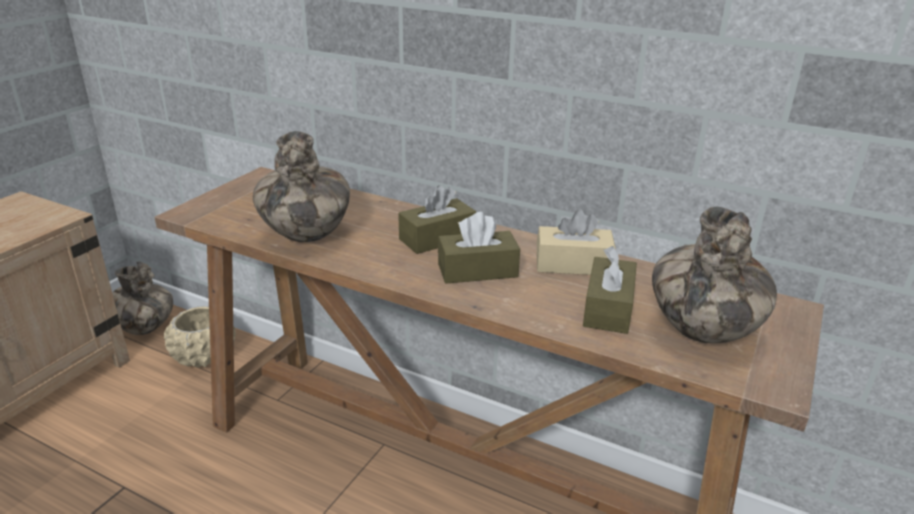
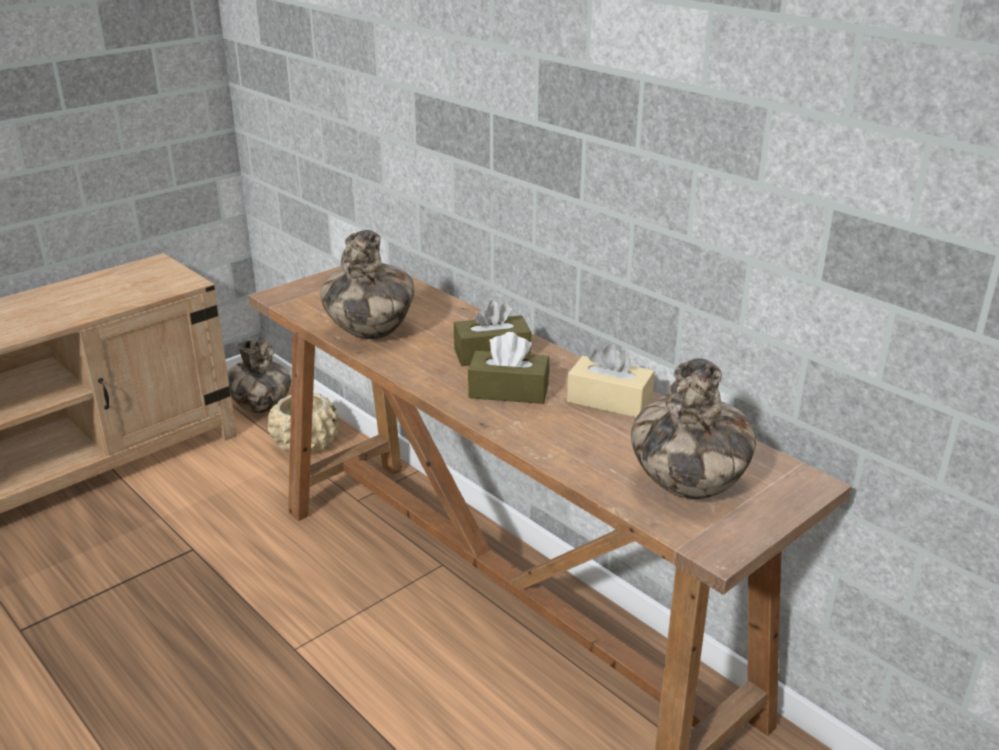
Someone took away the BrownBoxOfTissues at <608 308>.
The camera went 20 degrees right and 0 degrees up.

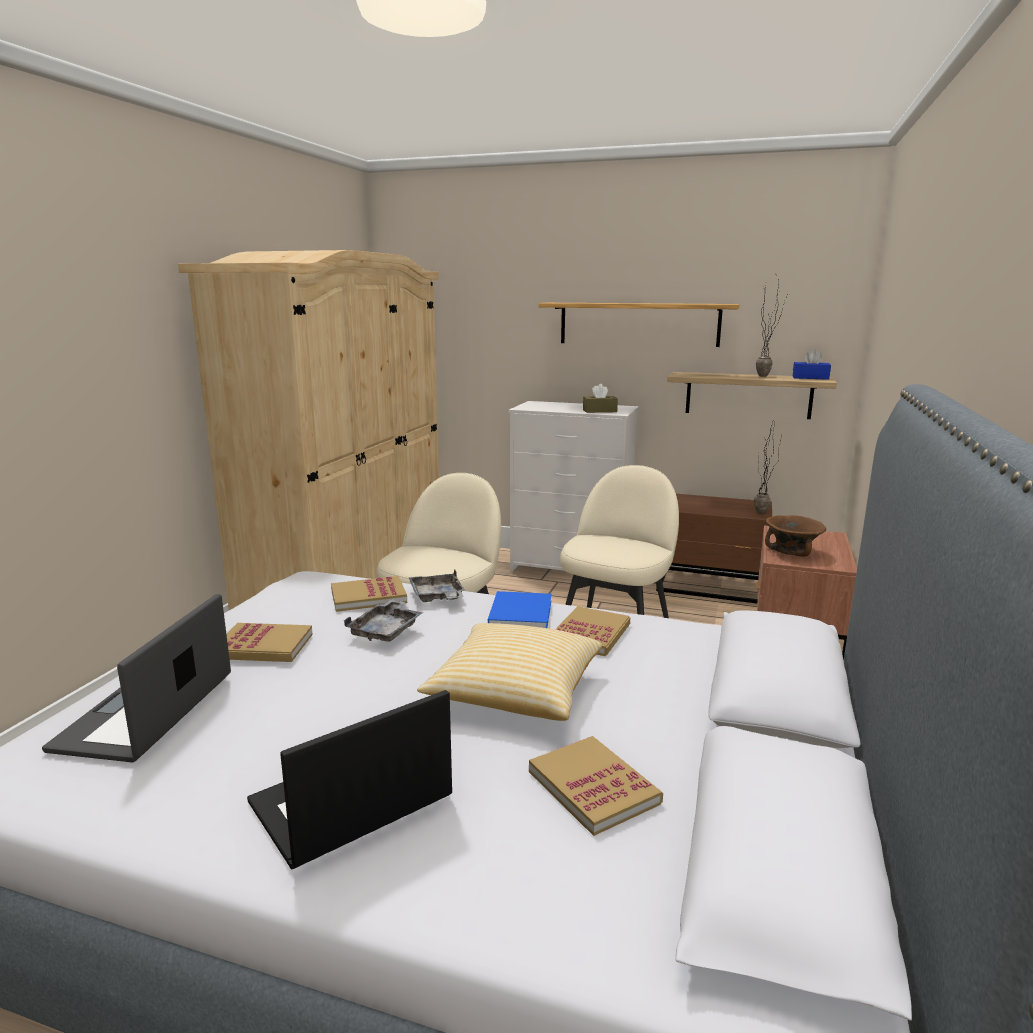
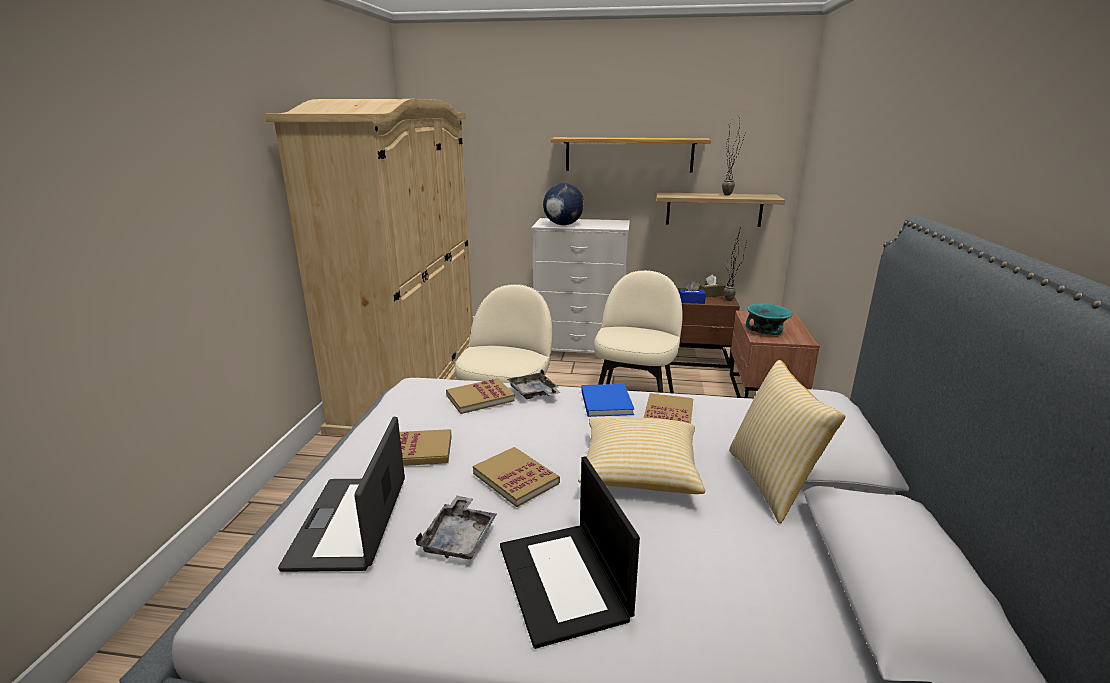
Someone put down the Globe at <563 224>.
Someone put down the ThrowPillow at <772 483>.
Someone carried the GreyServingTray from <386 630> to <459 538>.
Someone carried the Book from <593 787> to <516 478>.
Someone carried the BrownBoxOfTissues from <599 411> to <710 294>.
Someone carried the BlueColouredBoxOfTissues from <810 378> to <691 301>.
Someone repainted the BrownServingBowl at <791 552>, which became the TurquoiseColouredServingBowl at <765 331>.
Someone rotated the PortableComputer at <350 802> by 60 degrees counterclockwise.
The camera went 10 degrees left and 5 degrees up.

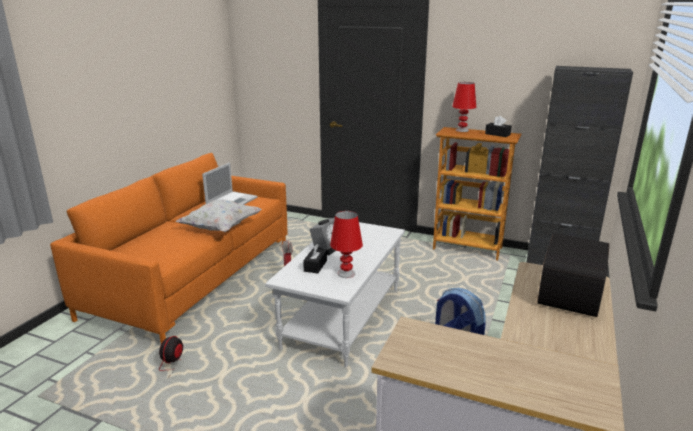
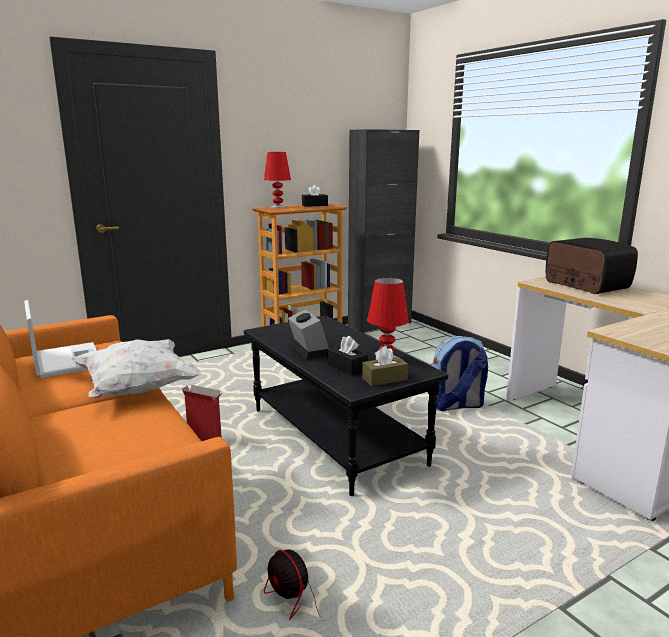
Someone put down the BrownBoxOfTissues at <384 379>.
Someone repainted the WhiteLoungeTable at <342 316>, which became the BlackishLoungeTable at <333 436>.
The camera went 55 degrees left and 5 degrees down.

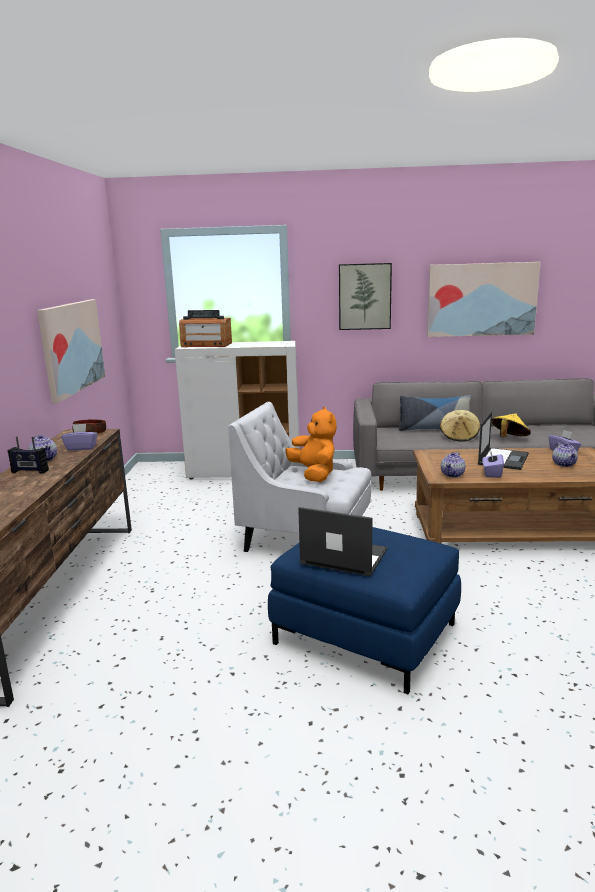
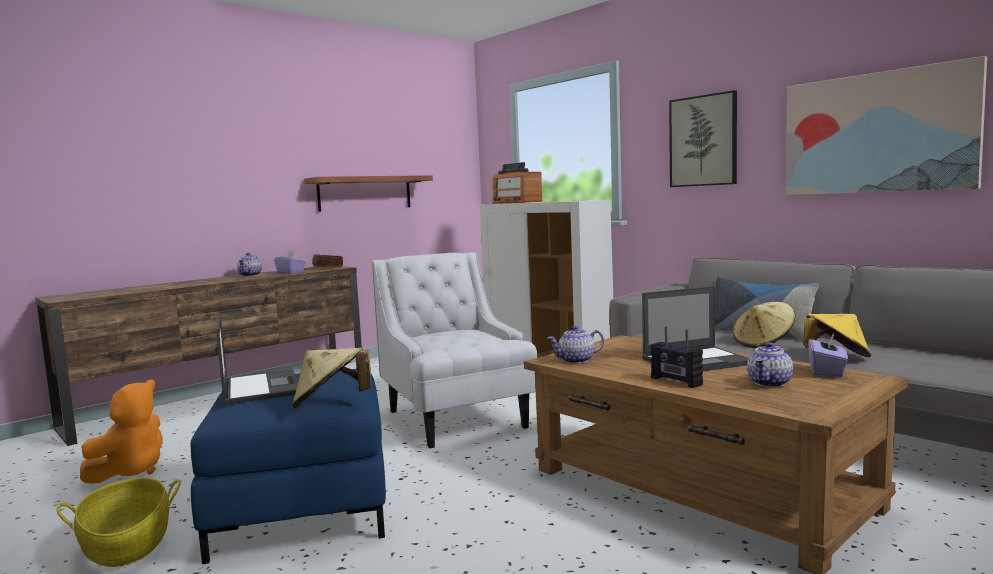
Someone took away the PurpleBoxOfTissues at <492 473>.
Someone put down the StorageBasket at <127 545>.
Someone put down the BeigeColouredWearableHat at <330 403>.
Someone carried the RadioReceiver from <29 471> to <675 381>.
Someone carried the OrangeCuddlyToy from <314 474> to <130 471>.
Someone swapped the WallArt at <71 347> for the WallShelf at <365 193>.
The camera went 45 degrees right and 10 degrees down.

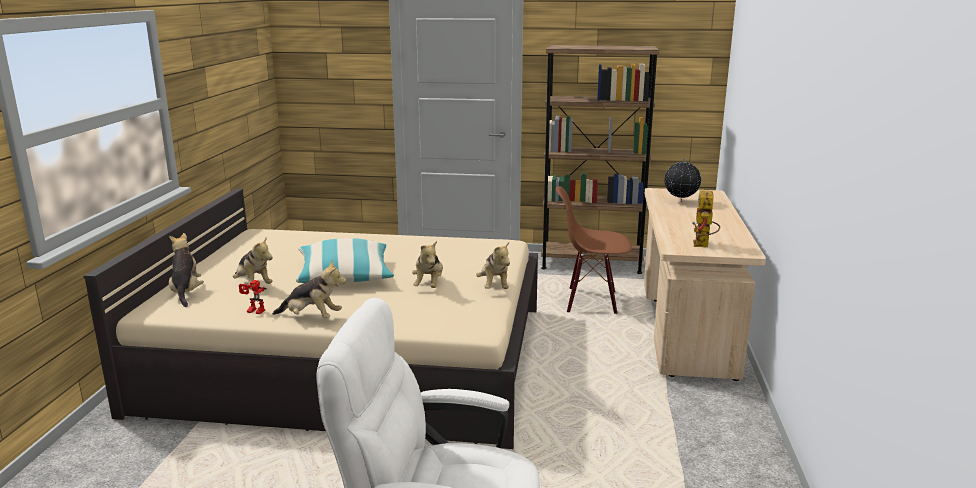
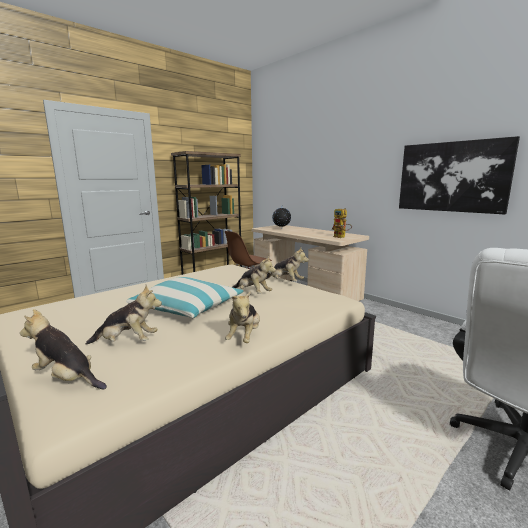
Someone took away the RobotFigure at <253 312>.
Someone put up the WallArt at <452 177>.
Someone rotated the CuddlyToy at <311 317> by 135 degrees clockwise.
The camera went 50 degrees left and 5 degrees down.

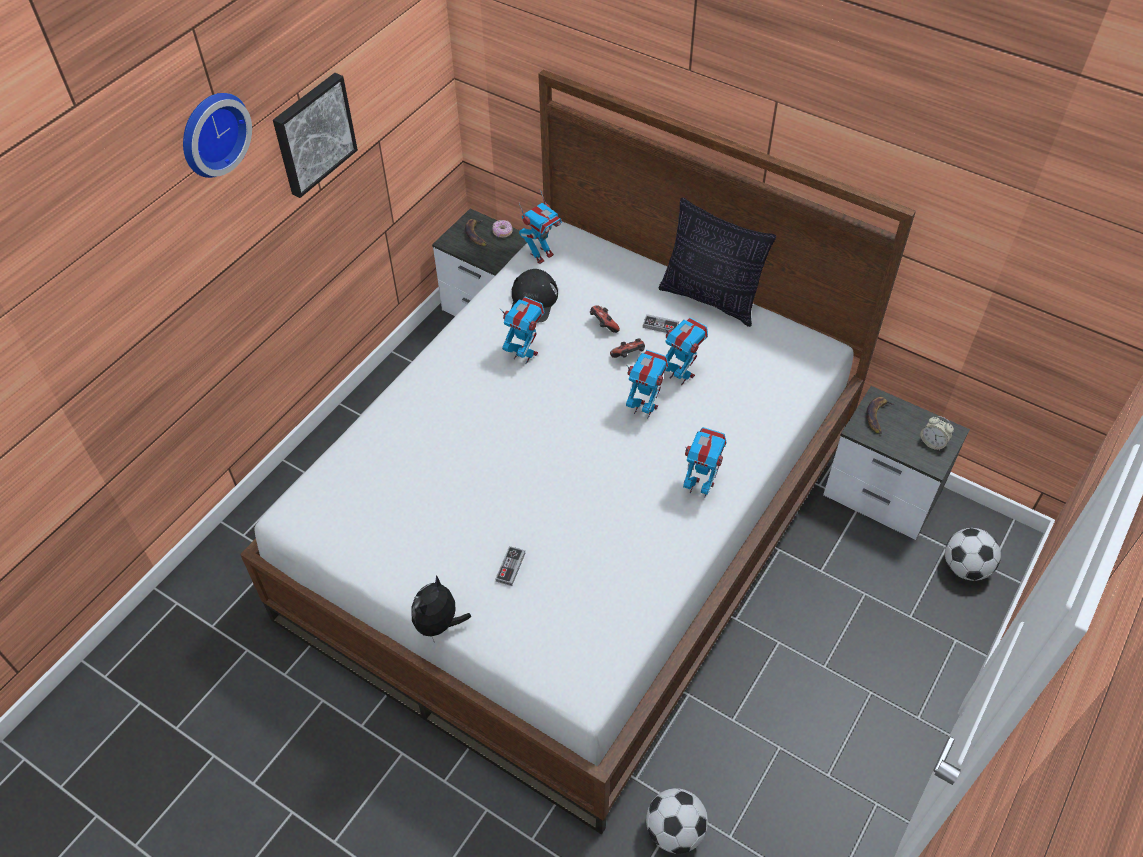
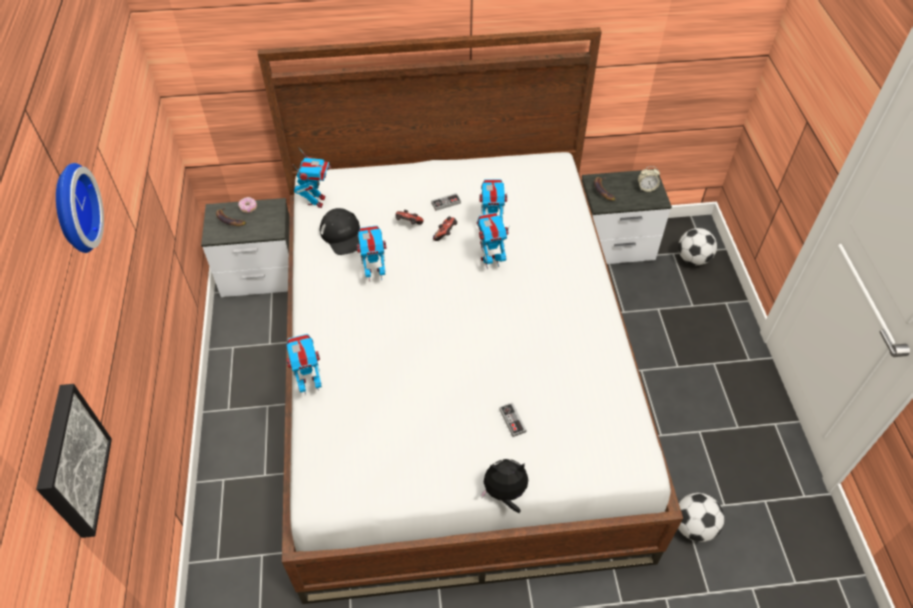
Someone took away the ThrowPillow at <710 299>.
Someone carried the WallArt from <313 134> to <70 462>.
Someone carried the RobotFigure from <700 487> to <310 384>.
Someone rotated the CuddlyToy at <439 624> by 105 degrees clockwise.
The camera went 40 degrees left and 0 degrees up.

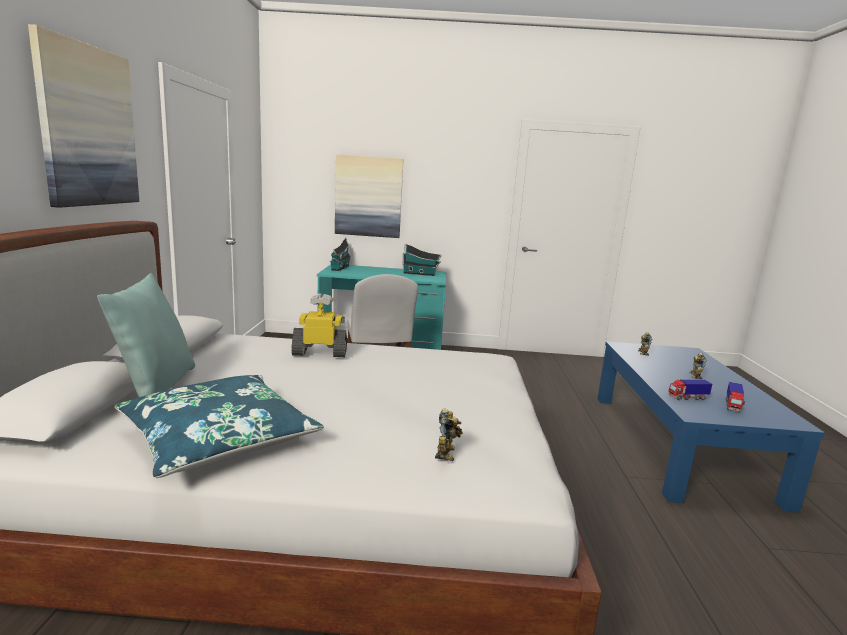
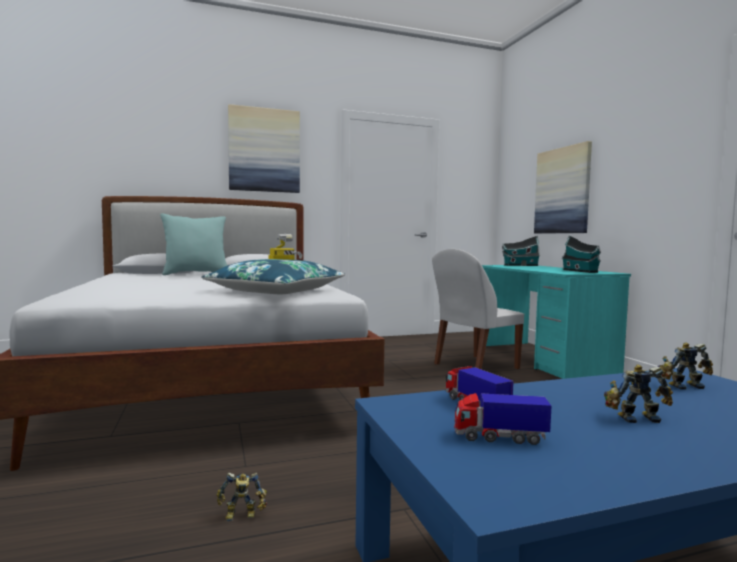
Someone carried the BlueColouredThrowPillow from <219 438> to <276 291>.
Someone carried the RobotFigure from <448 453> to <242 516>.
The camera went 70 degrees right and 10 degrees down.

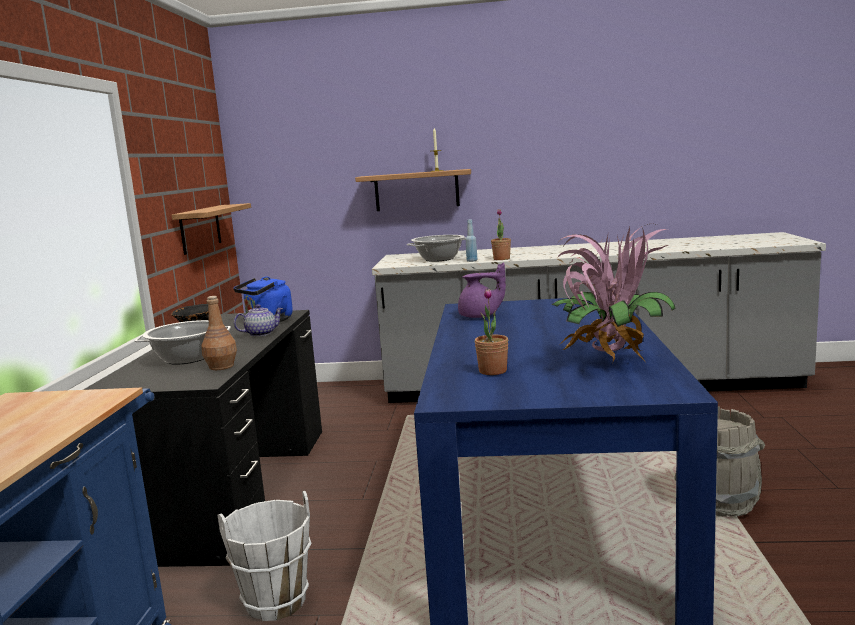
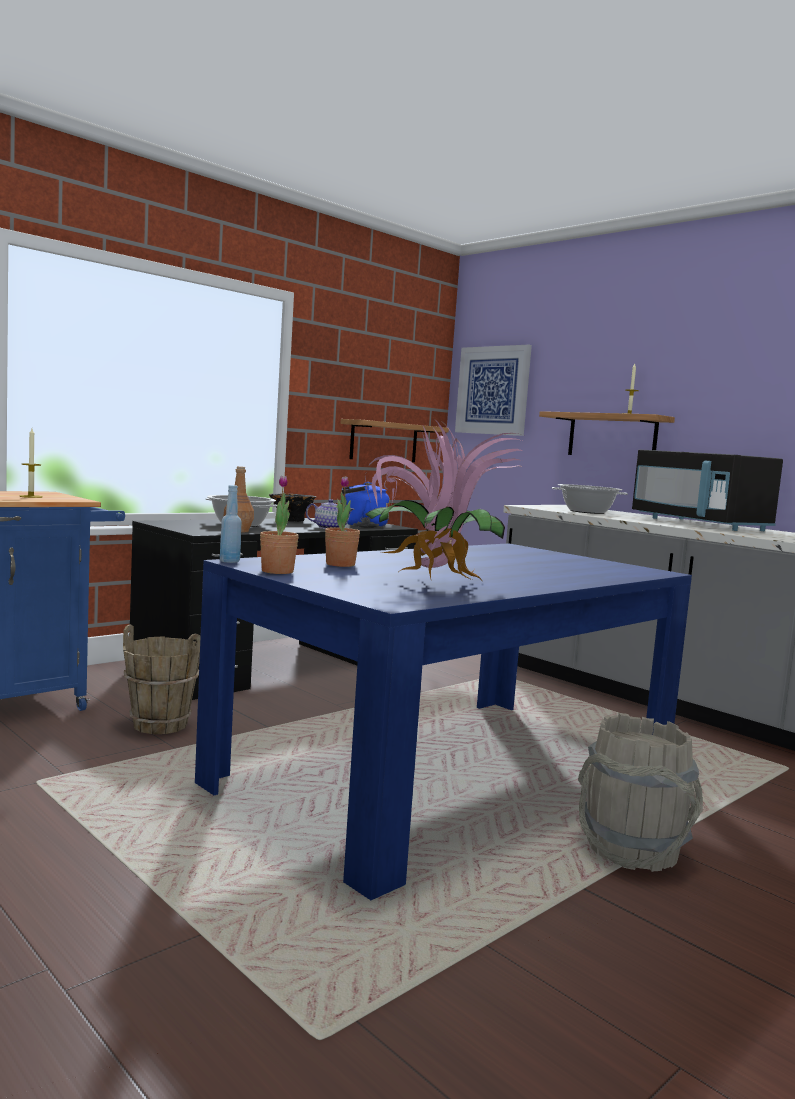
Someone took away the PurpleTeapot at <480 316>.
Someone put down the Candle at <31 496>.
Someone put up the WallArt at <493 390>.
Someone put down the BlackishMicrowaveOven at <699 524>.
Someone carried the BlueColouredBeverageBottle from <471 261> to <229 561>.
Someone carried the PottedPlant from <501 259> to <277 571>.
Someone repainted the WhiteBucket at <275 602>, which became the BrownBucket at <160 724>.
The camera went 40 degrees right and 5 degrees down.

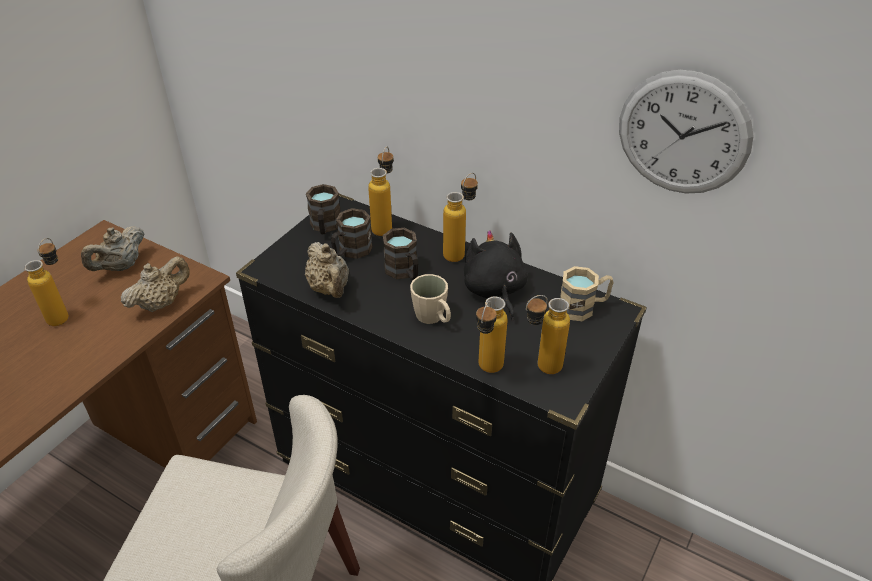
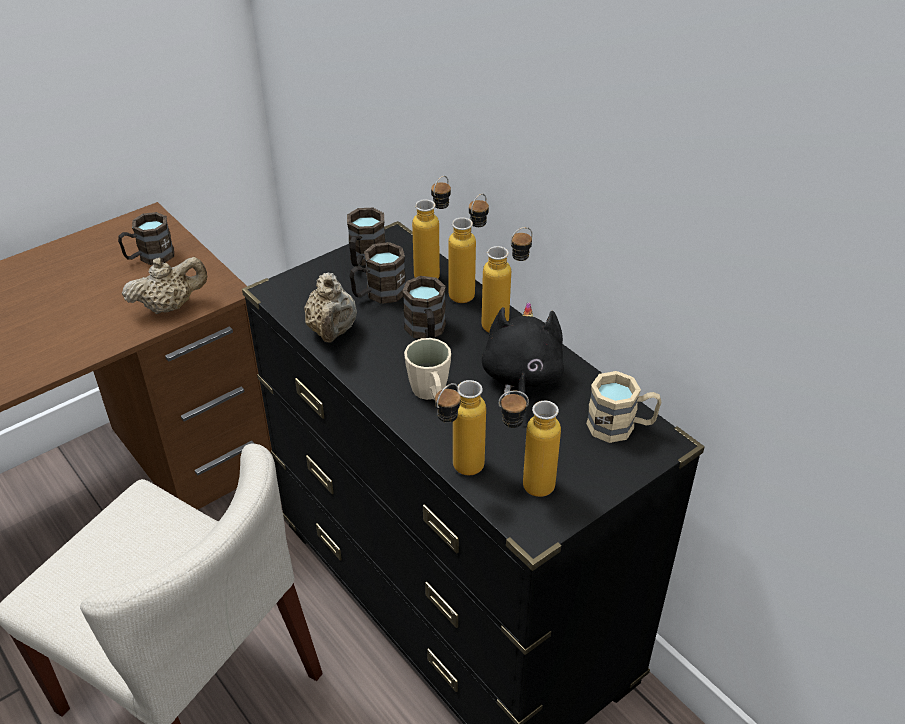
Someone took away the HangingClock at <683 134>.
Someone carried the BeverageBottle from <64 314> to <468 291>.
Someone swapped the BeigeColouredTeapot at <121 267> for the BrownMug at <149 257>.
The camera went 20 degrees right and 0 degrees up.

